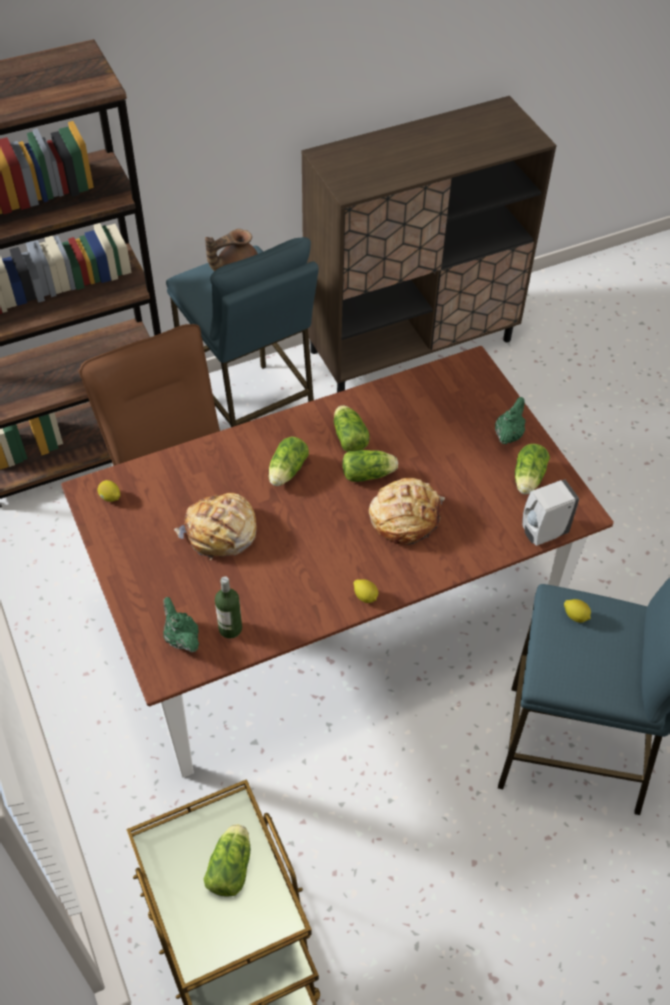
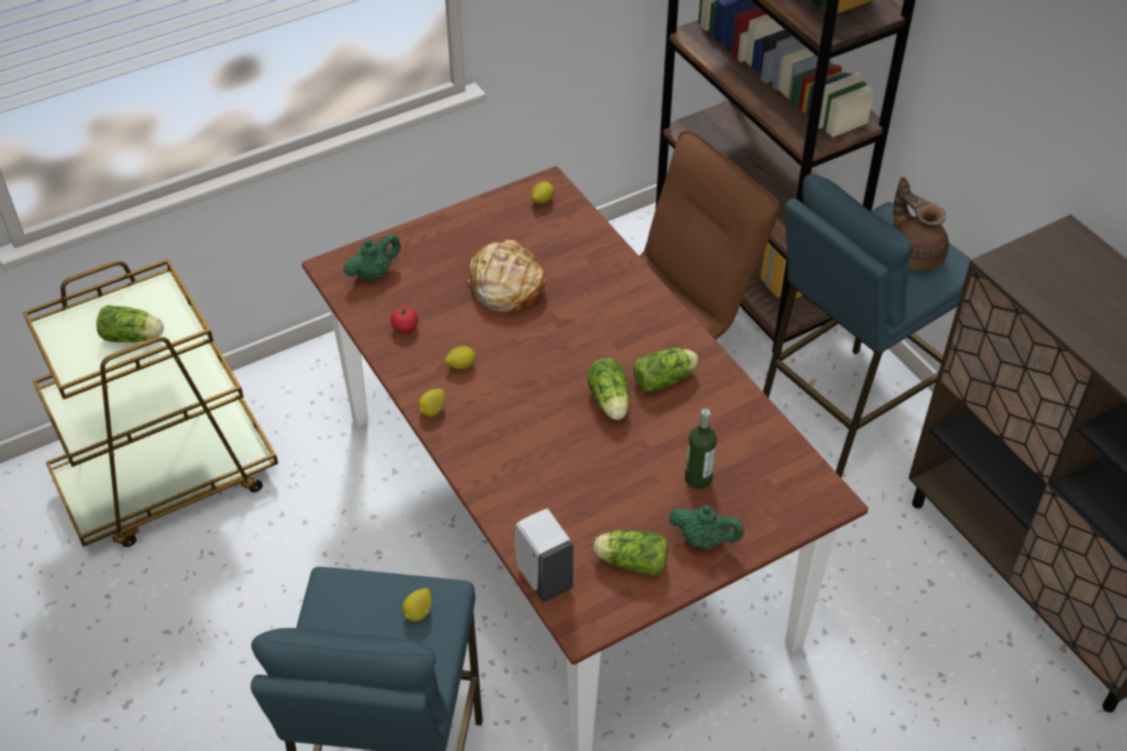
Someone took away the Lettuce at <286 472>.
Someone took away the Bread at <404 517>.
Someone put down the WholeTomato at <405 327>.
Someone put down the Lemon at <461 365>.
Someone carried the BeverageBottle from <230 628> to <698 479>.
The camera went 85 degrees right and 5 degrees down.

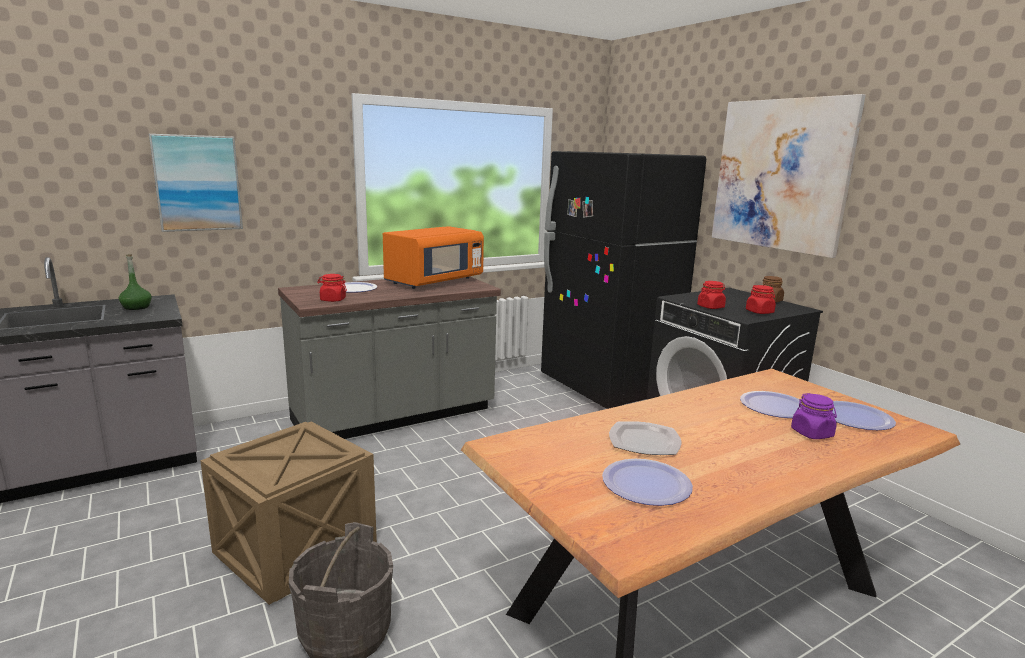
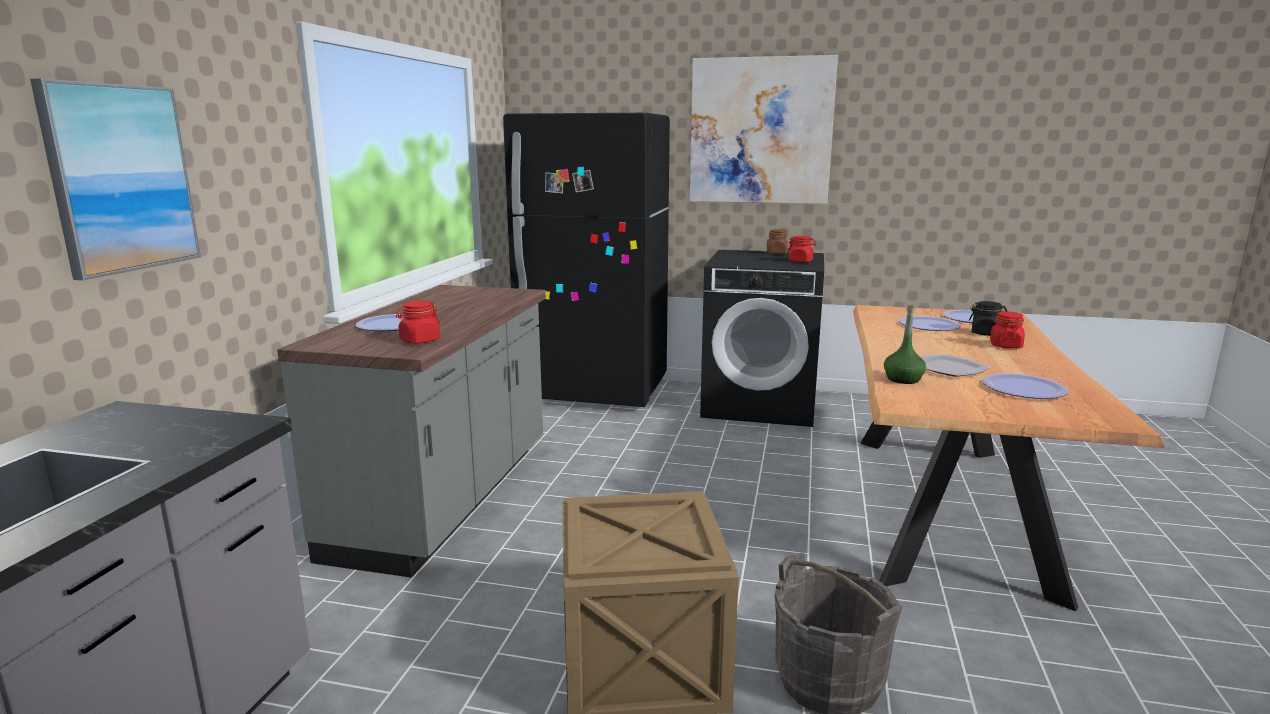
Someone took away the OrangeMicrowaveOven at <434 282>.
Someone carried the GreenishBeverageBottle from <136 307> to <903 379>.
Someone carried the ReddishStorageJar from <710 307> to <1005 346>.
Someone repainted the PurpleStorageJar at <812 433>, which became the BlackishStorageJar at <985 333>.
The camera went 45 degrees left and 0 degrees up.

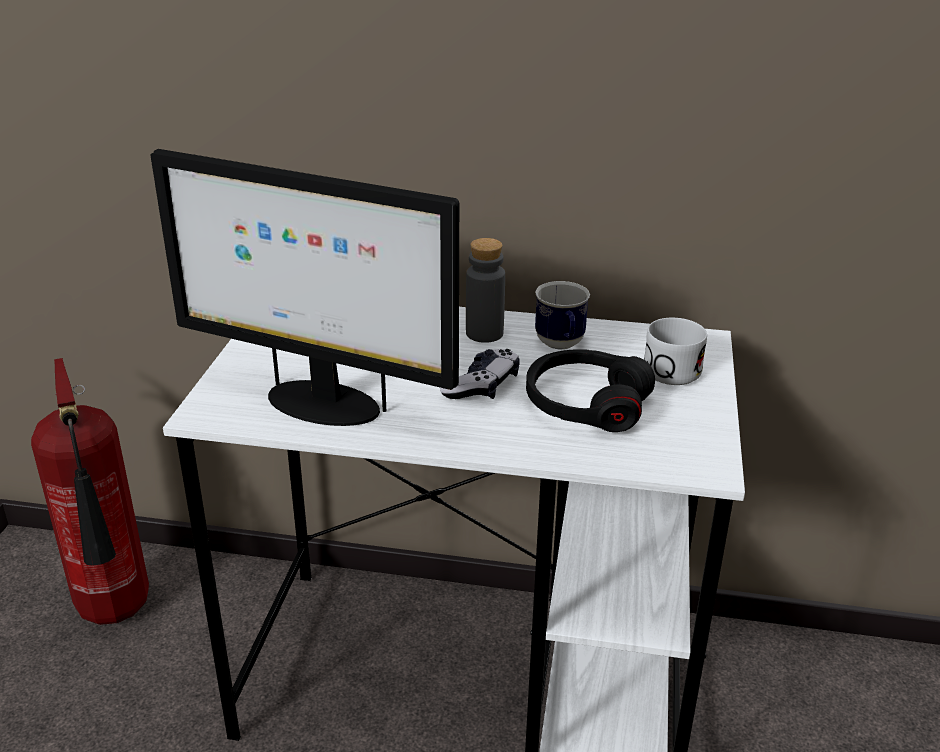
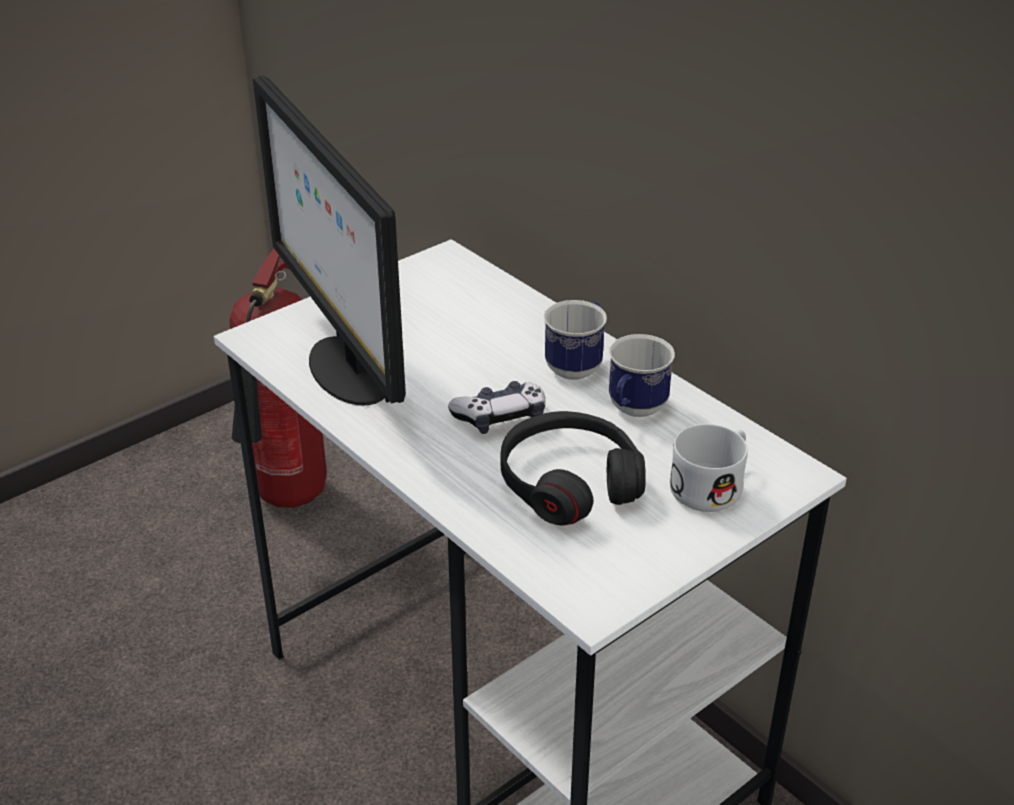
Someone swapped the GreyBeverageBottle at <484 333> for the Mug at <577 365>.
The camera went 40 degrees right and 5 degrees up.

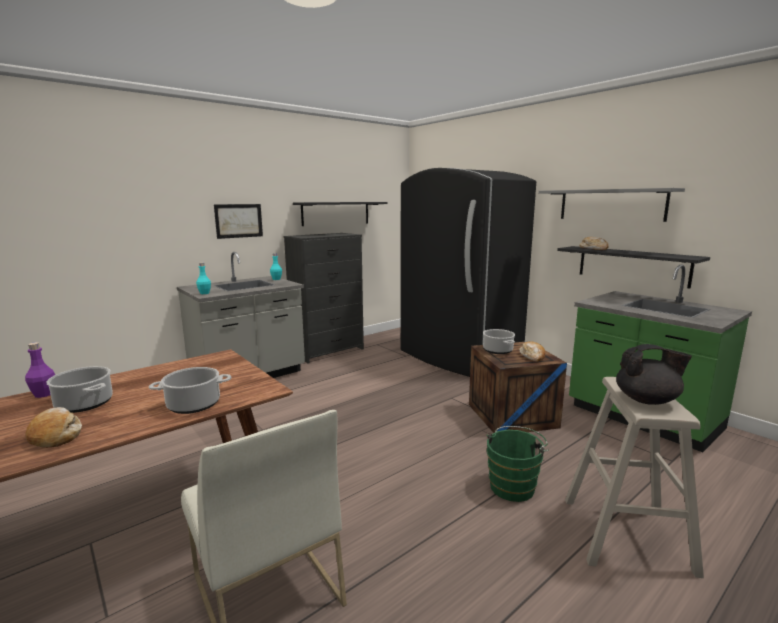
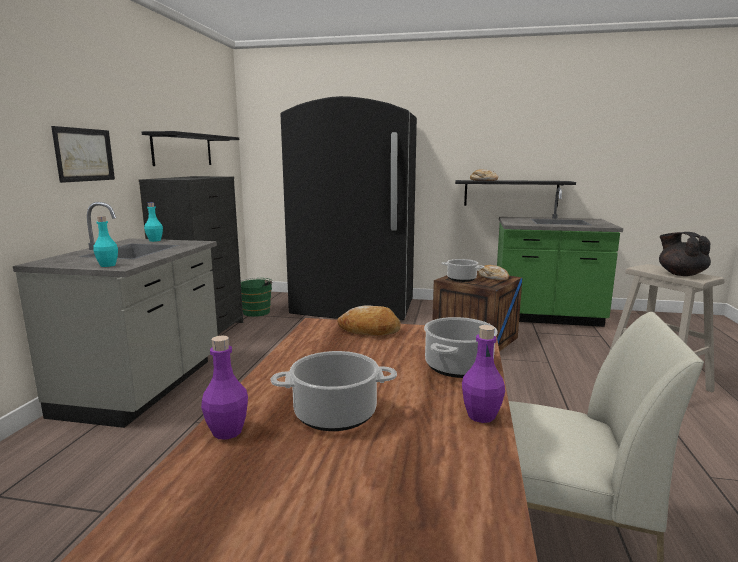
Someone took away the GreyWallShelf at <611 205>.
Someone put down the PurpleBeverageBottle at <481 416>.
Someone carried the Bread from <55 435> to <369 330>.
Someone carried the GreenishBucket from <513 485> to <257 311>.
Someone rotated the BlackishTeapot at <647 400> by 75 degrees counterclockwise.
The camera went 40 degrees left and 0 degrees up.

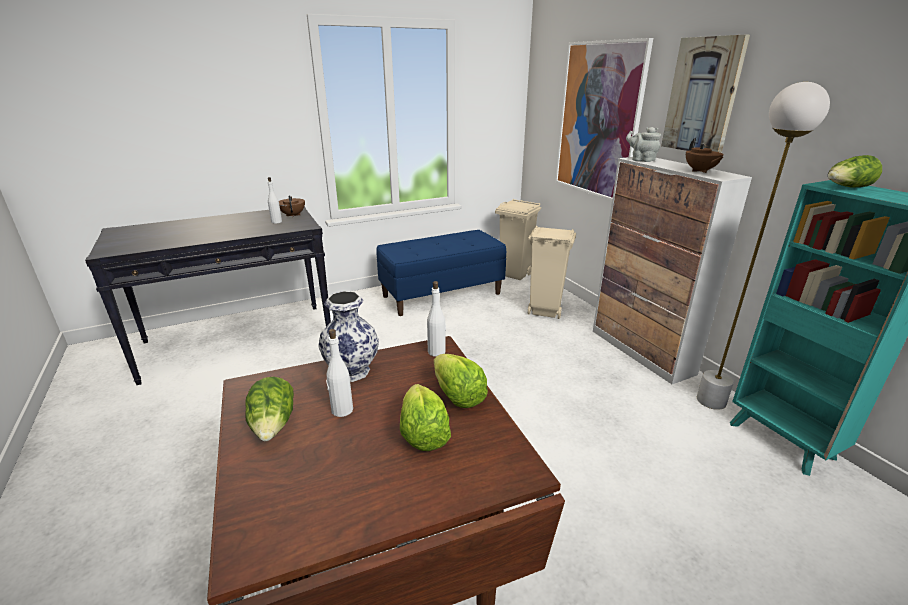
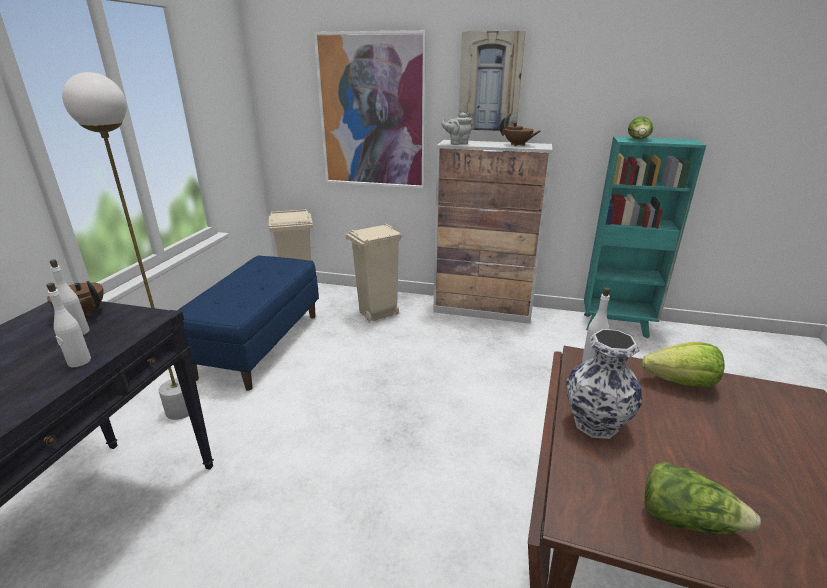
Someone took away the Lettuce at <423 434>.
Someone carried the WhiteBeverageBottle from <342 410> to <79 362>.
Someone carried the WhiteStandingLamp from <711 401> to <181 410>.
The camera went 50 degrees left and 0 degrees up.

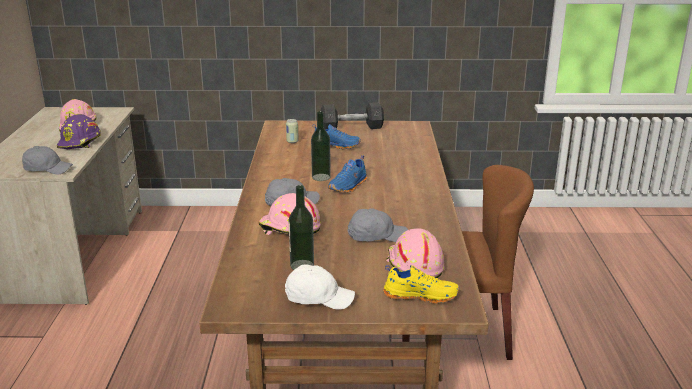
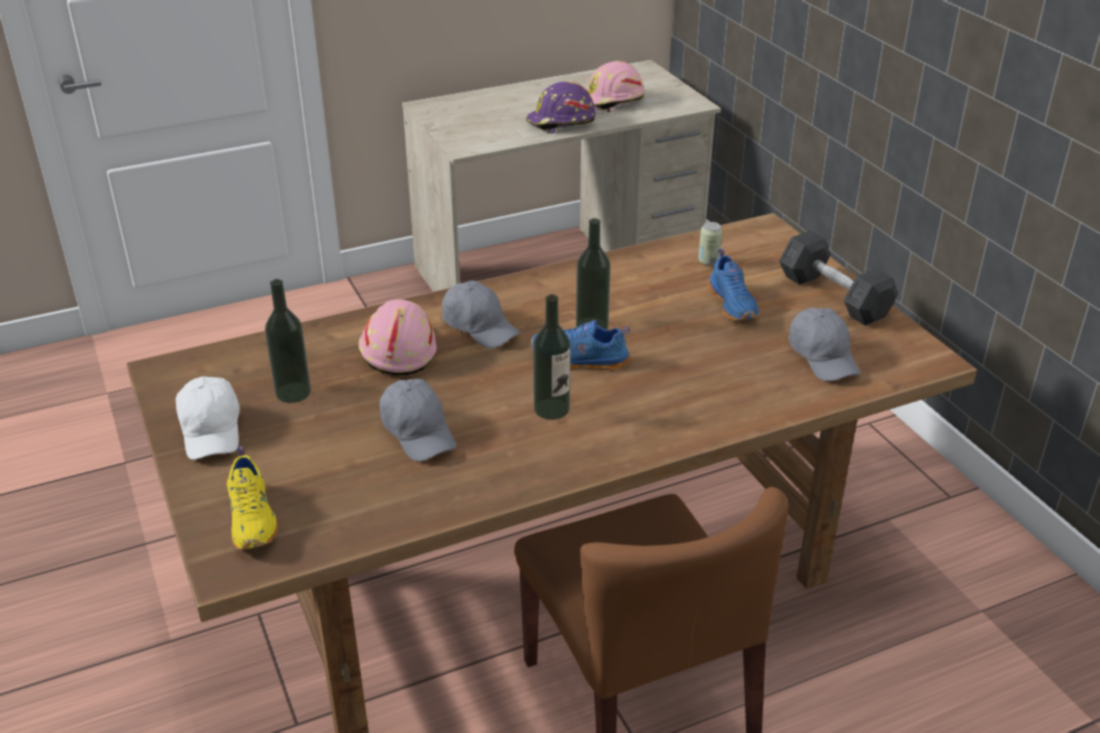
Someone took away the PinkColouredHardHat at <413 265>.
Someone put down the BeverageBottle at <551 409>.
Someone carried the GreyBaseballCap from <47 169> to <823 357>.
The camera went 65 degrees right and 10 degrees up.

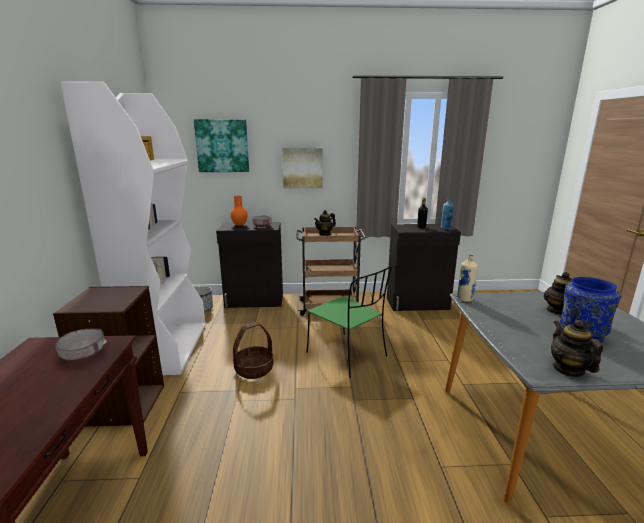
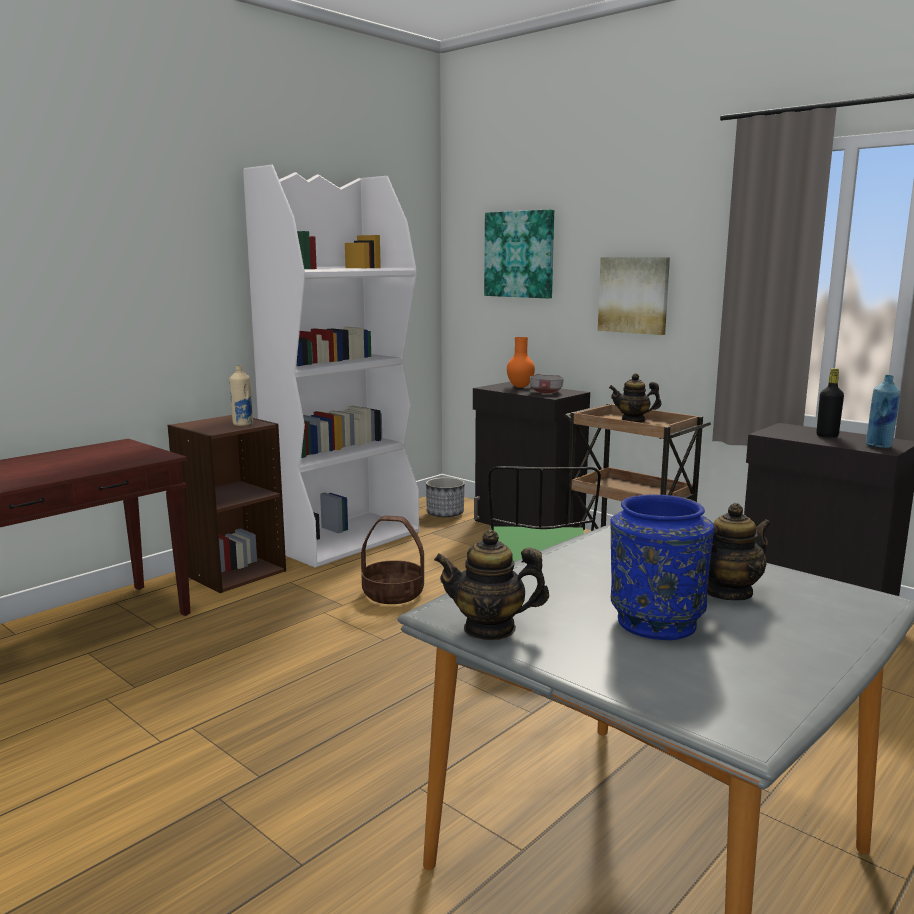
Someone took away the GreyServingBowl at <83 355>.
Someone carried the BeigeColouredBeverageBottle from <465 299> to <242 424>.
Someone rotated the Teapot at <568 369> by 120 degrees counterclockwise.
The camera went 45 degrees right and 5 degrees down.

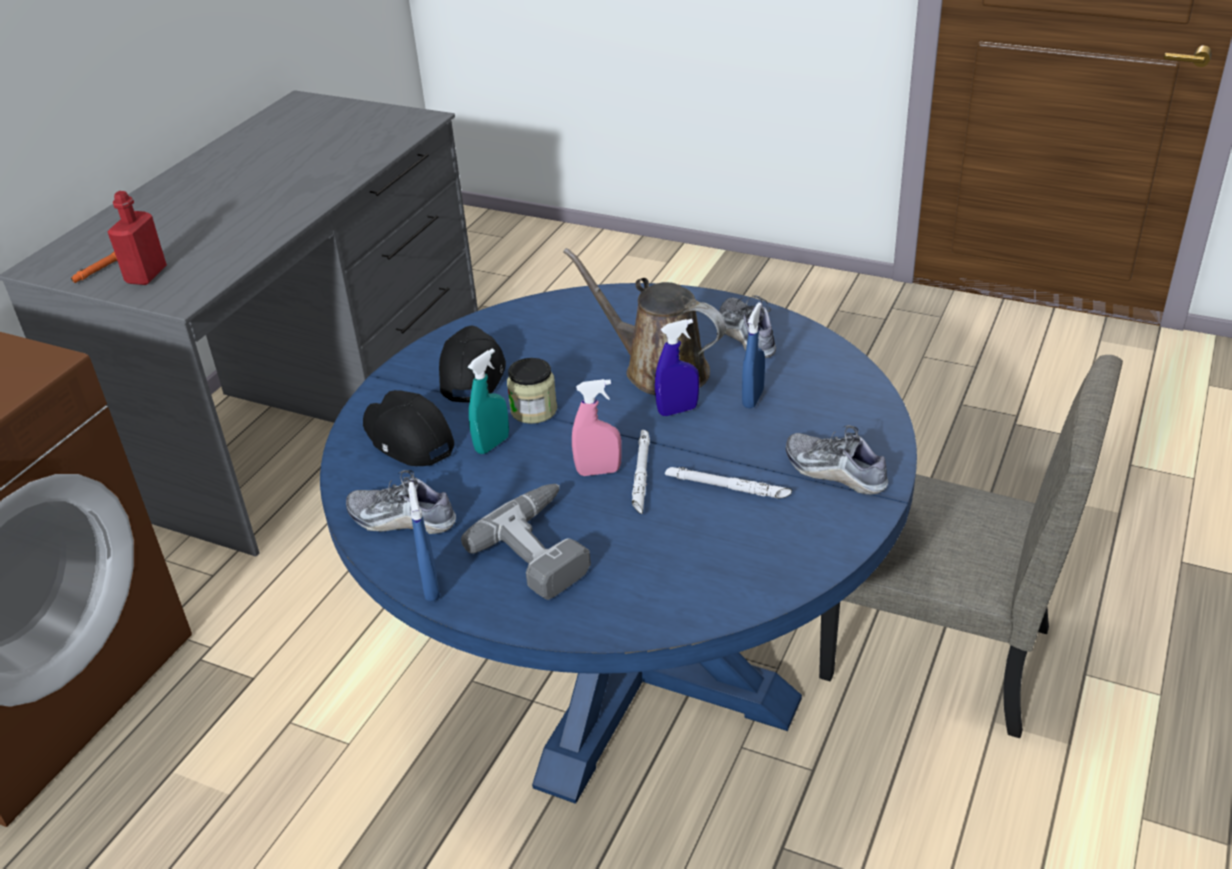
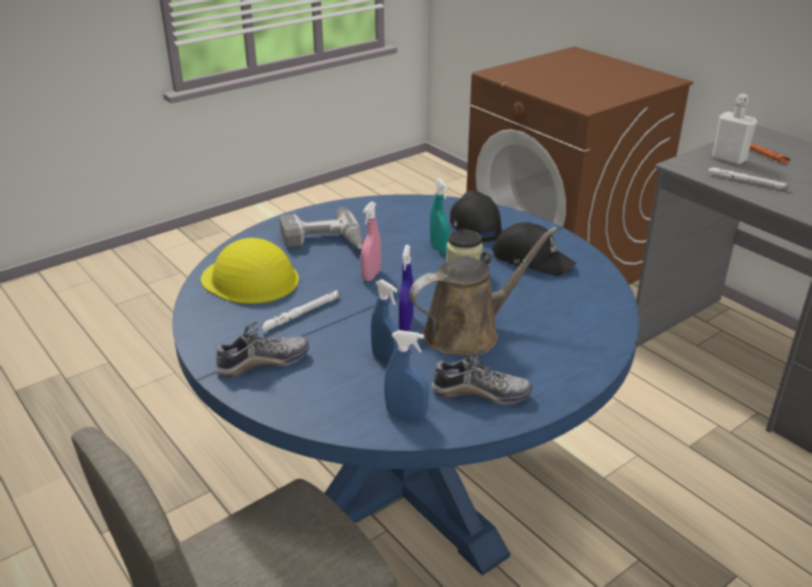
Someone took away the ItemOfFootwear at <402 519>.
Someone put down the YellowishHardHat at <250 279>.
Someone carried the BlueColouredSprayBottle from <431 587> to <406 414>.
Someone carried the WhiteFlashlight from <641 475> to <747 182>.
Someone repainted the ReddishBeverageBottle at <146 275>, which became the WhiteBeverageBottle at <729 159>.
Someone rotated the BlackishBaseballCap at <407 439> by 90 degrees counterclockwise.
The camera went 115 degrees right and 5 degrees down.

